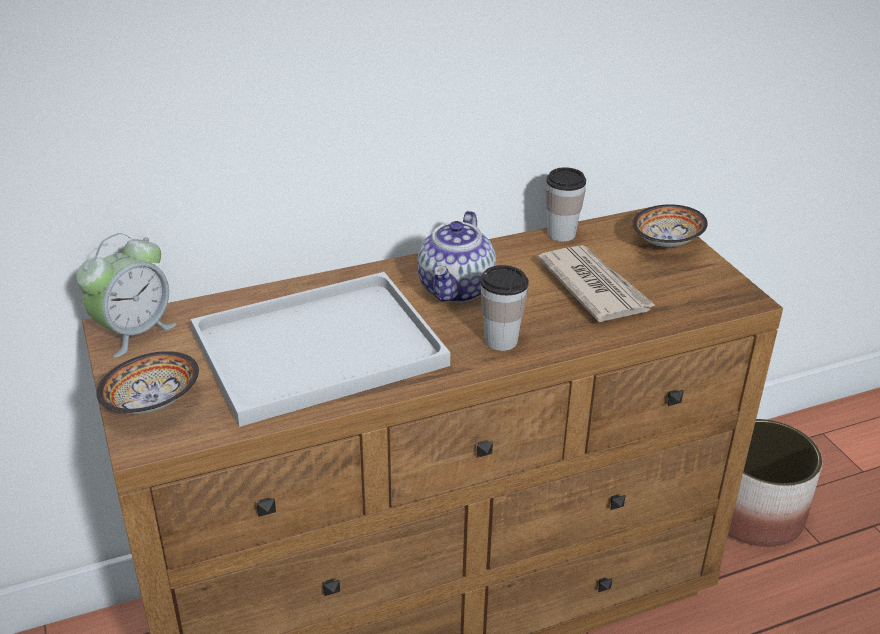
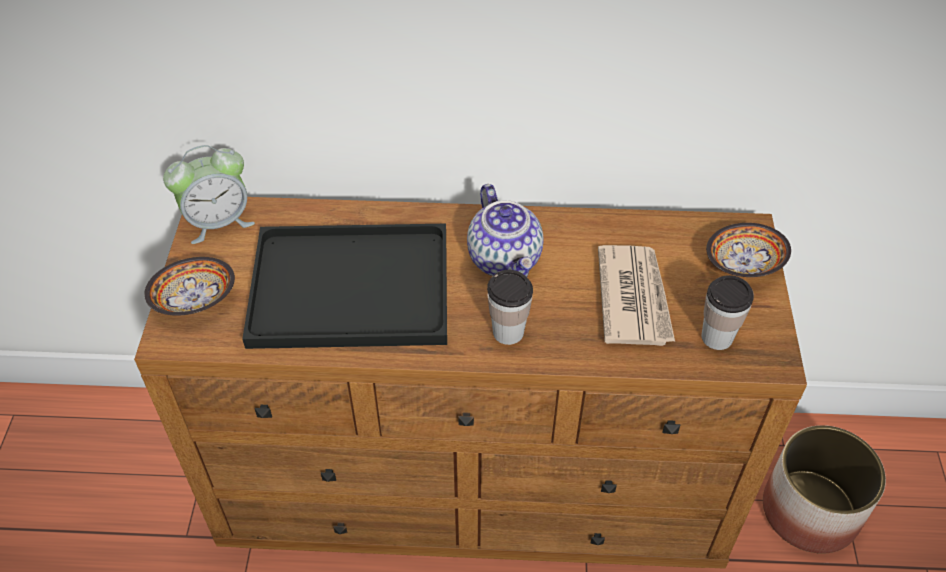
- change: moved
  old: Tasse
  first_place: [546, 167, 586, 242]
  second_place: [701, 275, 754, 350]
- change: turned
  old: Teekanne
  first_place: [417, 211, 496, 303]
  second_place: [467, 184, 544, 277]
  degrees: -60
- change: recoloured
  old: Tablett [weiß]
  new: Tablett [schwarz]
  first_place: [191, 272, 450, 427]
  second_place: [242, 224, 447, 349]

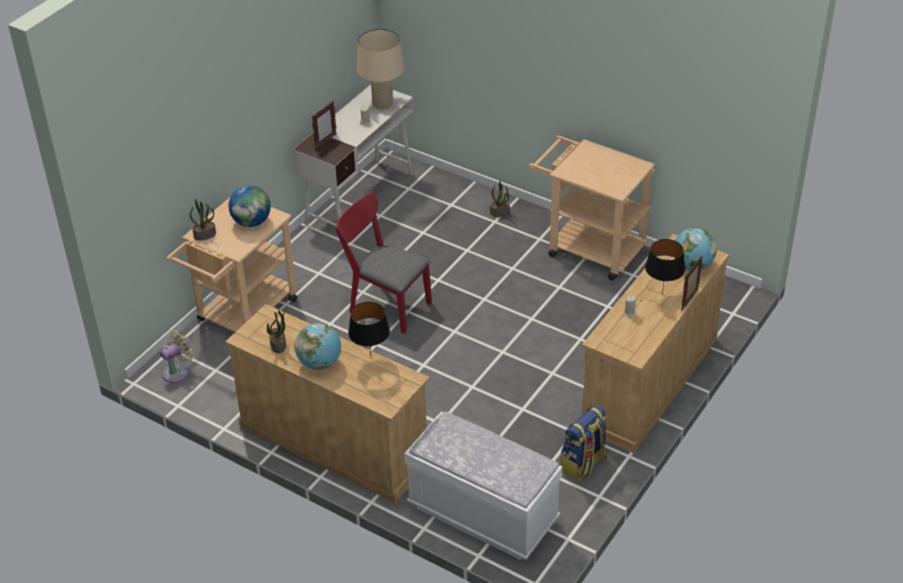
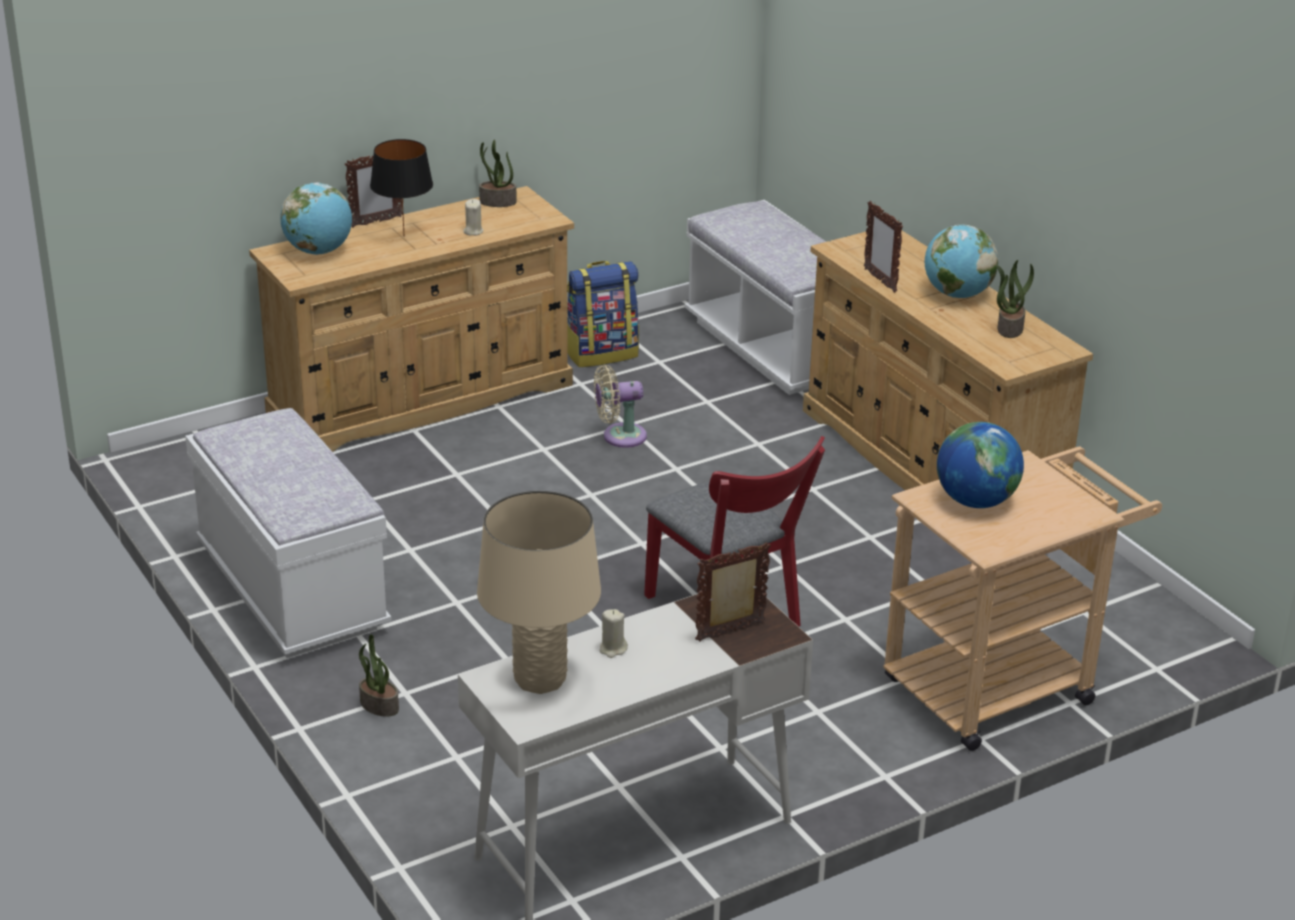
- change: replaced
  old: Rollwagen [beige]
  new: Bank [weiß]
  first_place: [528, 136, 656, 280]
  second_place: [185, 408, 392, 658]
- change: moved
  old: Topfpflanze
  first_place: [190, 199, 216, 240]
  second_place: [479, 139, 517, 207]
- change: replaced
  old: Tischlampe [schwarz]
  new: Bilderrahmen
  first_place: [348, 302, 390, 354]
  second_place: [864, 201, 903, 293]
- change: moved
  old: Ventilator [beige]
  first_place: [160, 330, 193, 383]
  second_place: [594, 365, 647, 448]

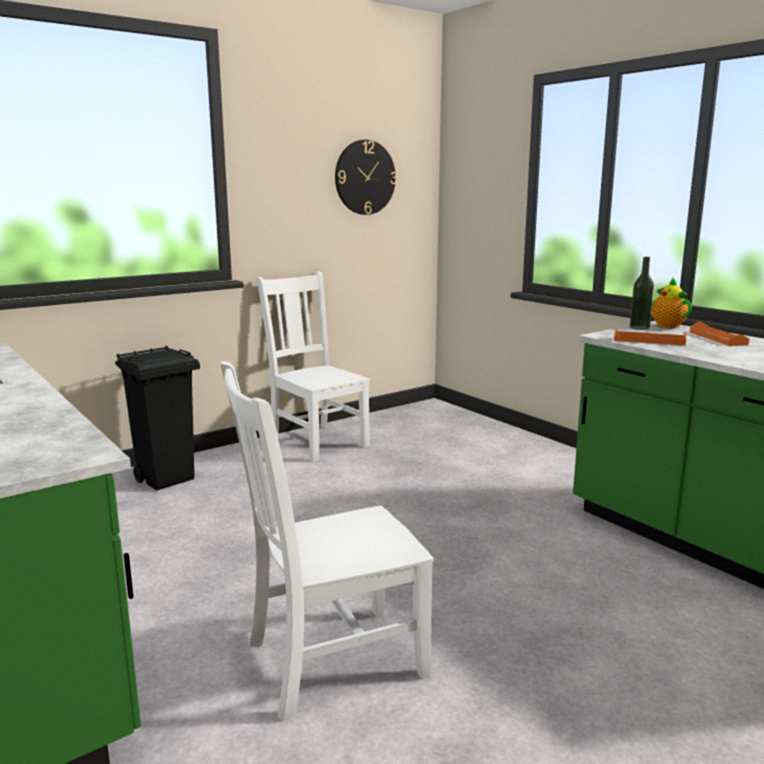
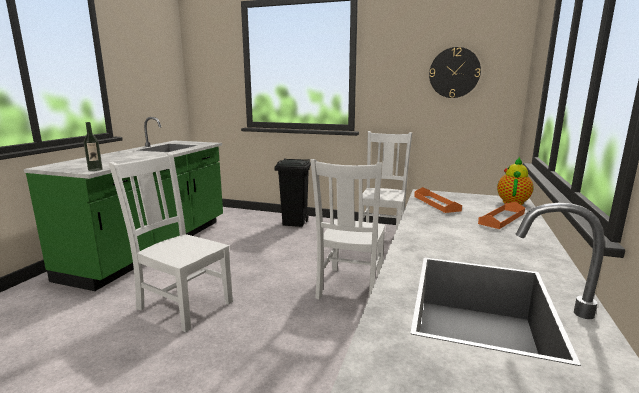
- change: moved
  old: Flasche
  first_place: [630, 257, 654, 330]
  second_place: [84, 122, 103, 171]
- change: added
  new: Stuhl [weiß]
  second_place: [310, 159, 385, 299]

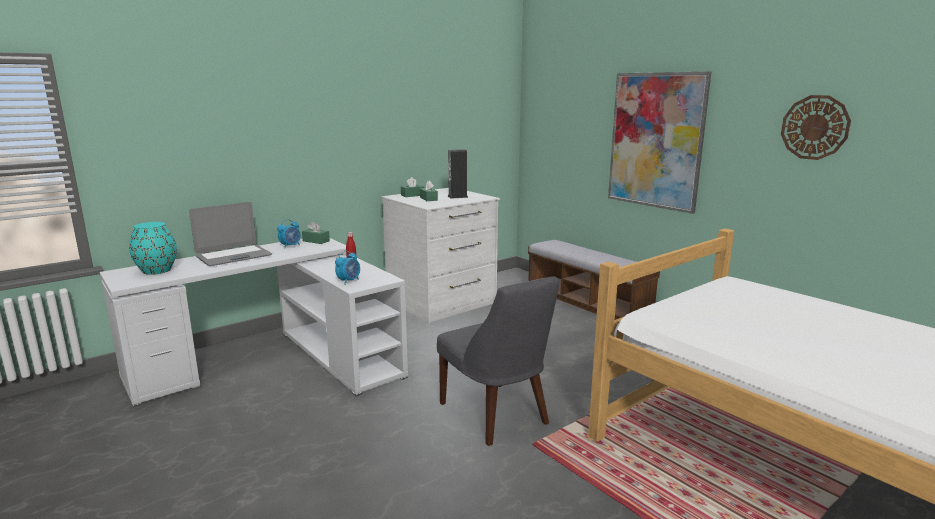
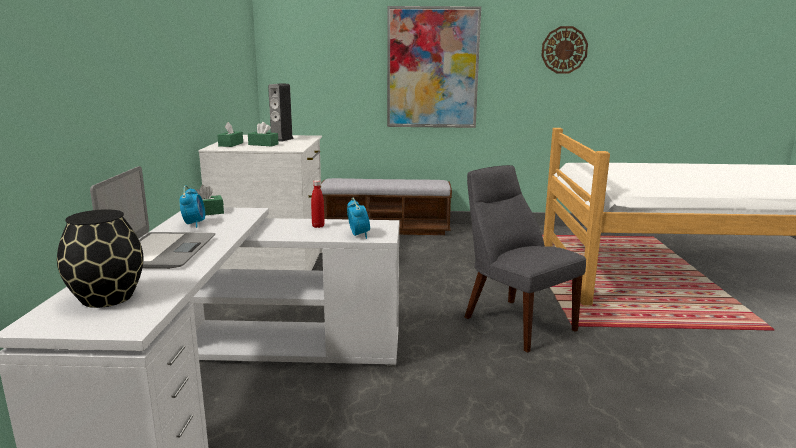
- change: recoloured
  old: Vase [türkis]
  new: Vase [schwarz]
  first_place: [129, 222, 177, 275]
  second_place: [57, 209, 143, 308]
- change: turned
  old: Stuhl [grau]
  first_place: [437, 276, 559, 446]
  second_place: [465, 165, 586, 352]
  degrees: -135

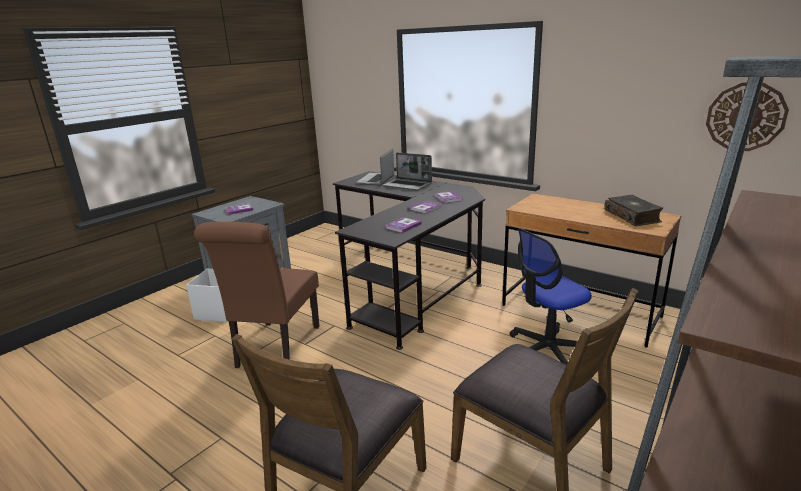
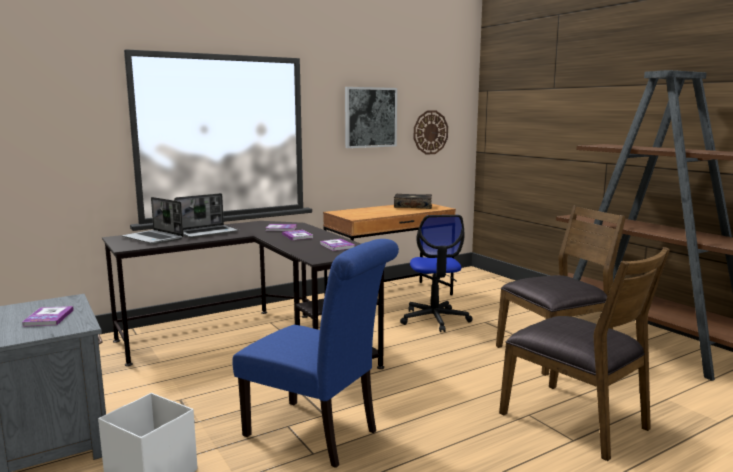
- change: recoloured
  old: Stuhl [braun]
  new: Stuhl [blau]
  first_place: [194, 222, 319, 368]
  second_place: [232, 239, 399, 468]
- change: added
  new: Bild
  second_place: [345, 87, 397, 148]

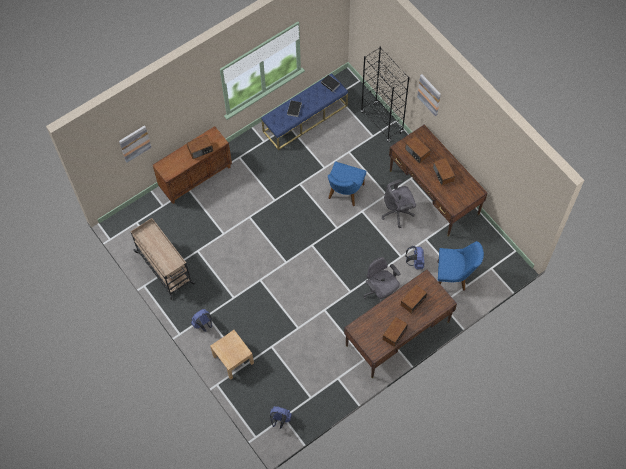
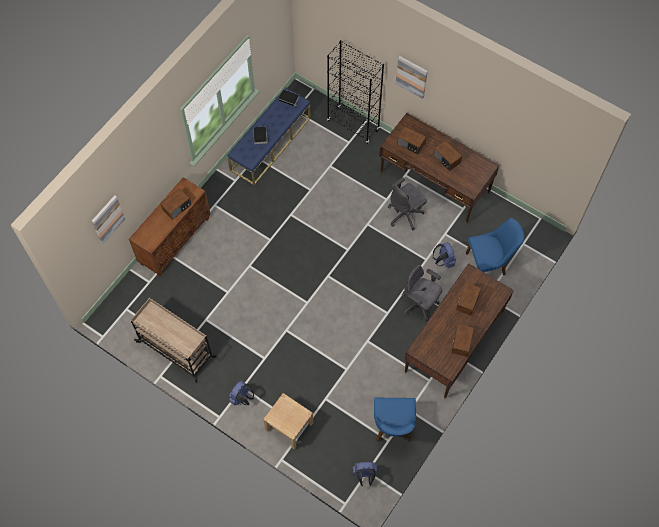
- change: moved
  old: Stuhl [blau]
  first_place: [328, 161, 366, 206]
  second_place: [374, 398, 416, 442]

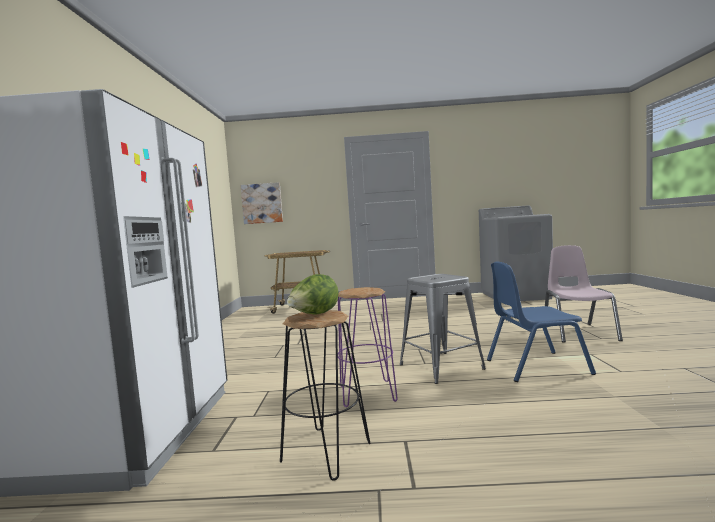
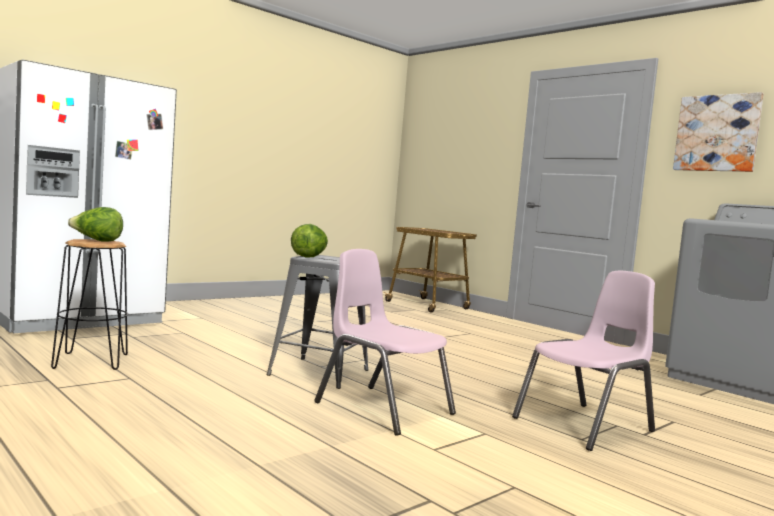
- change: moved
  old: Bild
  first_place: [241, 182, 283, 224]
  second_place: [673, 92, 764, 172]
- change: recoloured
  old: Stuhl [blau]
  new: Stuhl [rosa]
  first_place: [487, 262, 596, 382]
  second_place: [314, 249, 456, 436]
- change: removed
  old: Hocker [lila]
  first_place: [338, 287, 398, 407]
- change: added
  new: Salatkopf
  second_place: [291, 224, 328, 257]

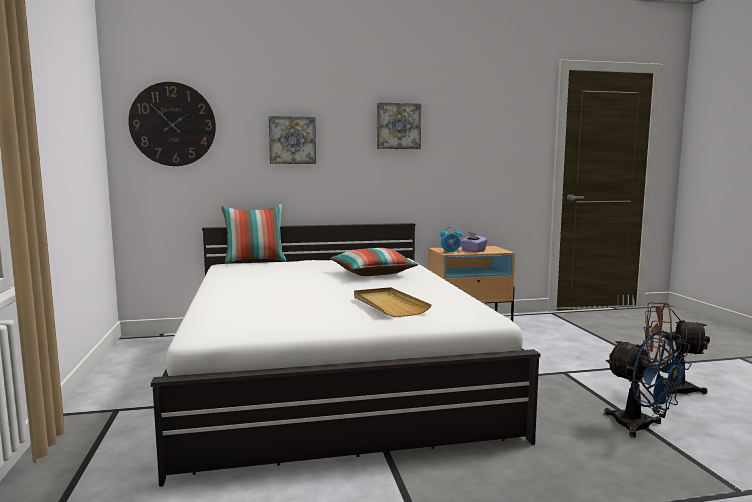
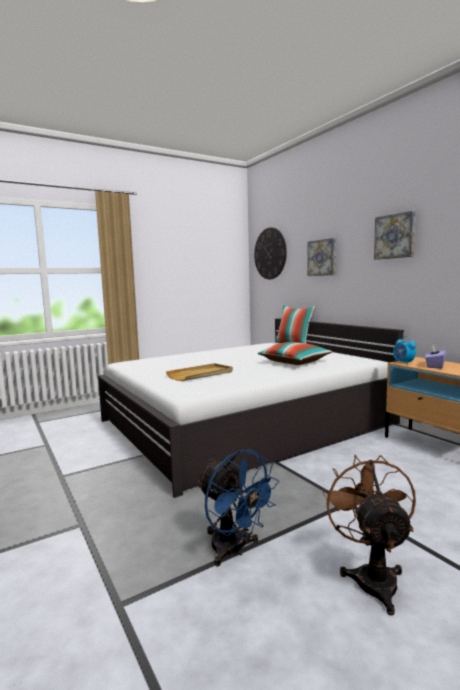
- change: turned
  old: Ventilator [blau]
  first_place: [604, 330, 692, 438]
  second_place: [197, 450, 279, 566]
  degrees: -75

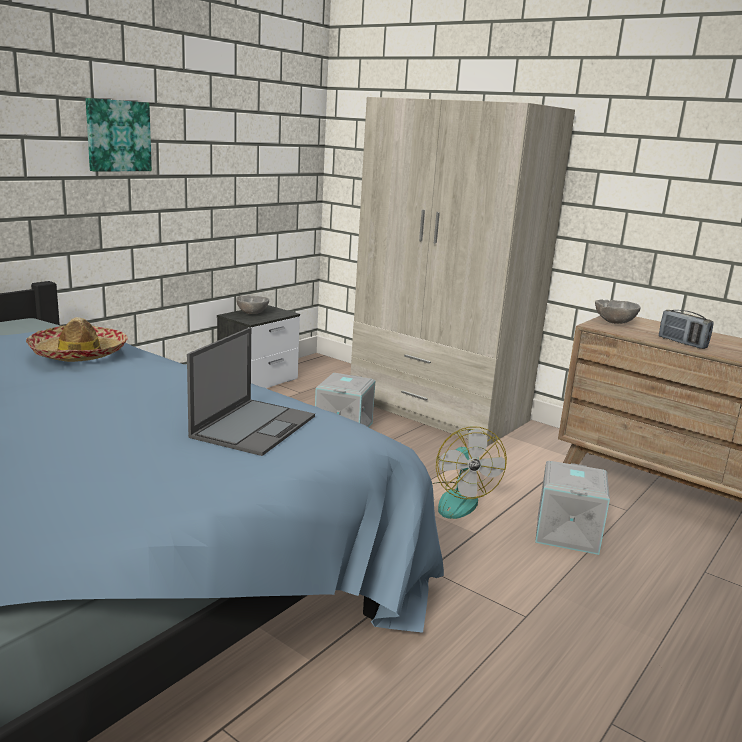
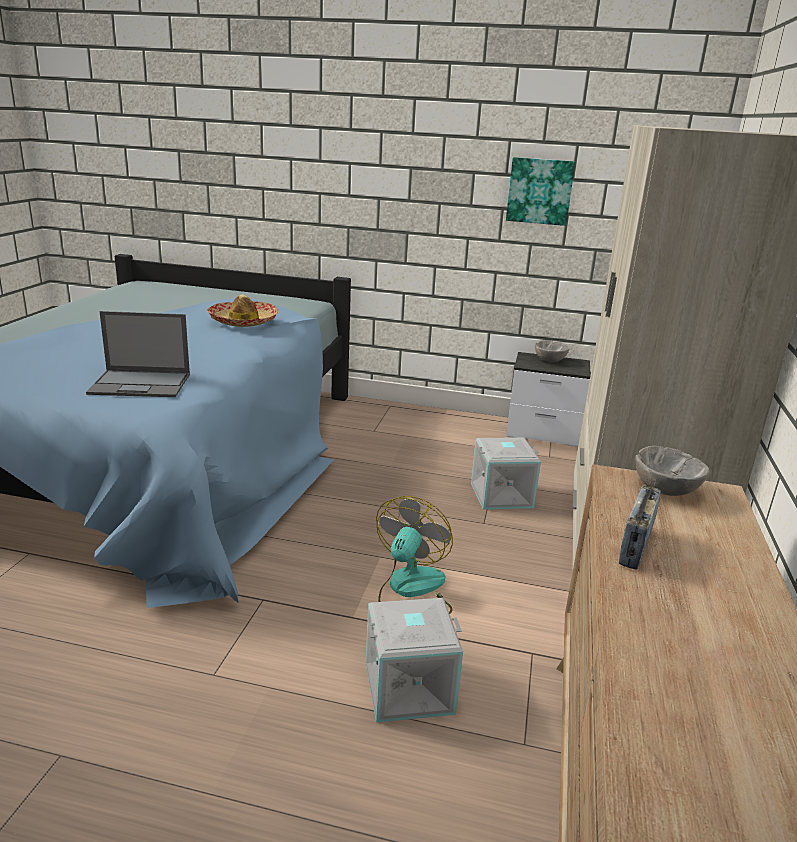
- change: moved
  old: Bild
  first_place: [86, 98, 152, 172]
  second_place: [506, 157, 575, 226]
- change: turned
  old: Ventilator
  first_place: [432, 427, 507, 519]
  second_place: [376, 496, 453, 614]
  degrees: 150

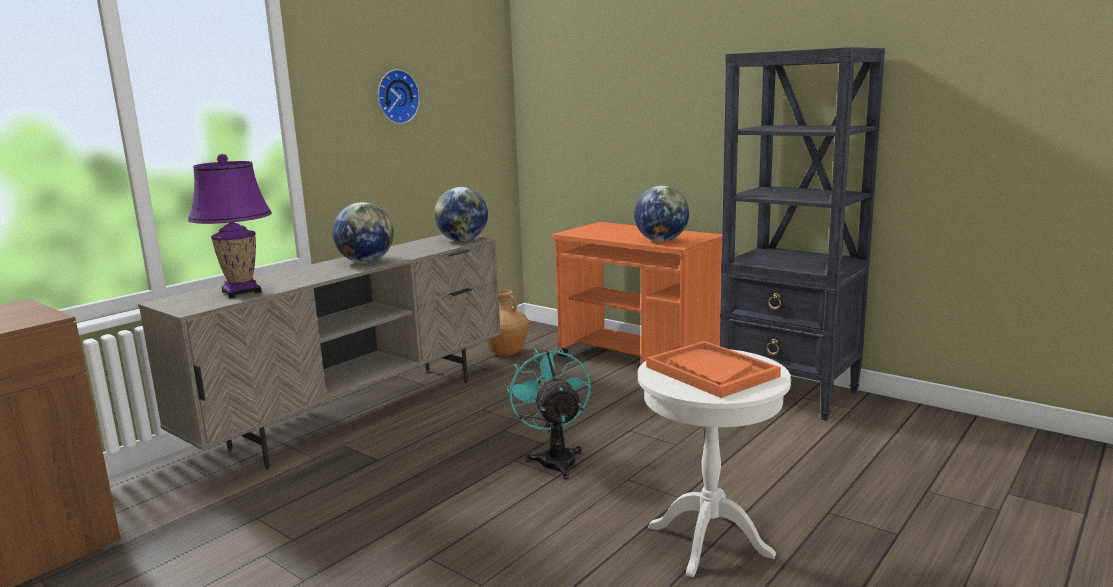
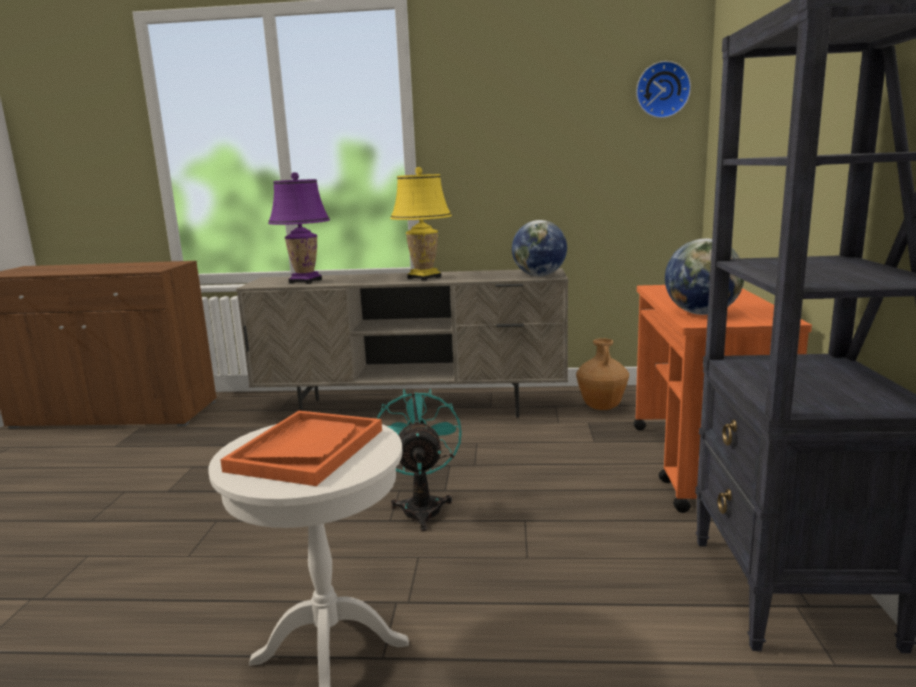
- change: moved
  old: Wanduhr
  first_place: [378, 69, 420, 124]
  second_place: [636, 61, 691, 118]
- change: replaced
  old: Globus
  new: Tischlampe [gelb]
  first_place: [332, 202, 394, 263]
  second_place: [390, 167, 452, 281]
- change: turned
  old: Ventilator [türkis]
  first_place: [506, 347, 591, 479]
  second_place: [377, 389, 462, 531]
  degrees: -45

